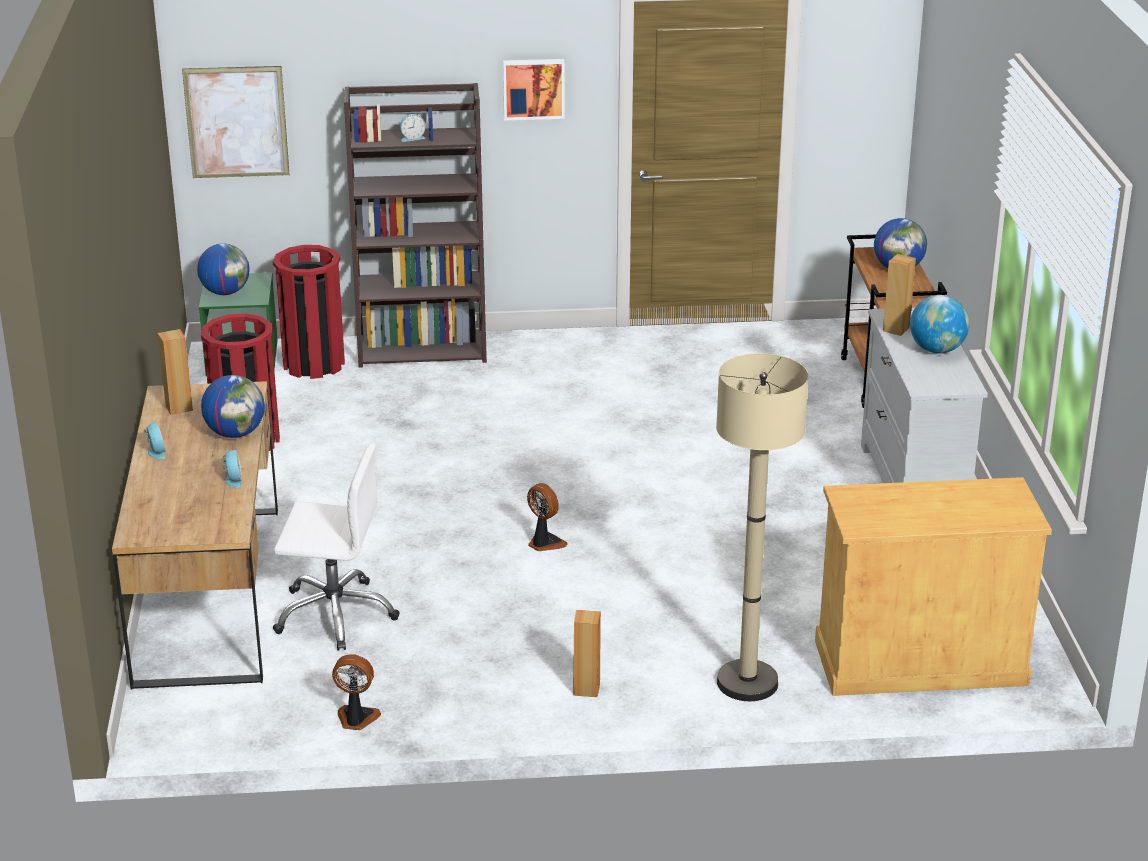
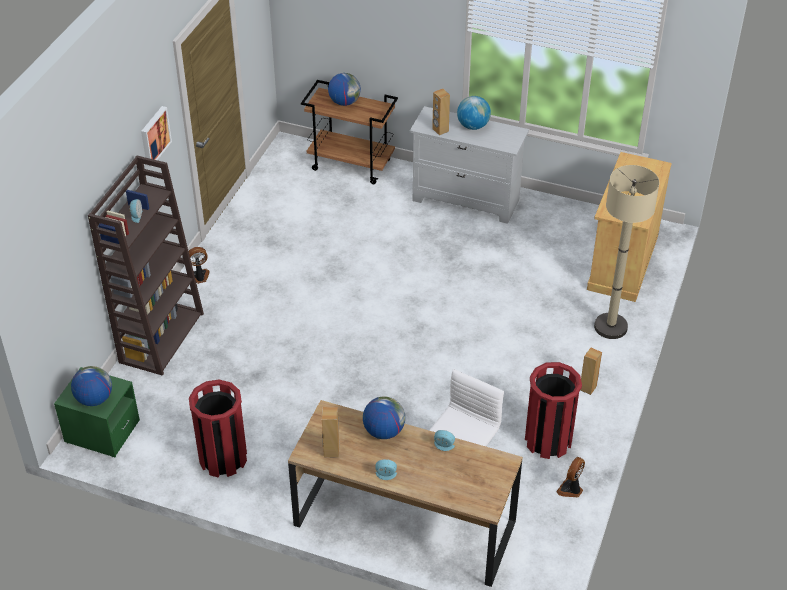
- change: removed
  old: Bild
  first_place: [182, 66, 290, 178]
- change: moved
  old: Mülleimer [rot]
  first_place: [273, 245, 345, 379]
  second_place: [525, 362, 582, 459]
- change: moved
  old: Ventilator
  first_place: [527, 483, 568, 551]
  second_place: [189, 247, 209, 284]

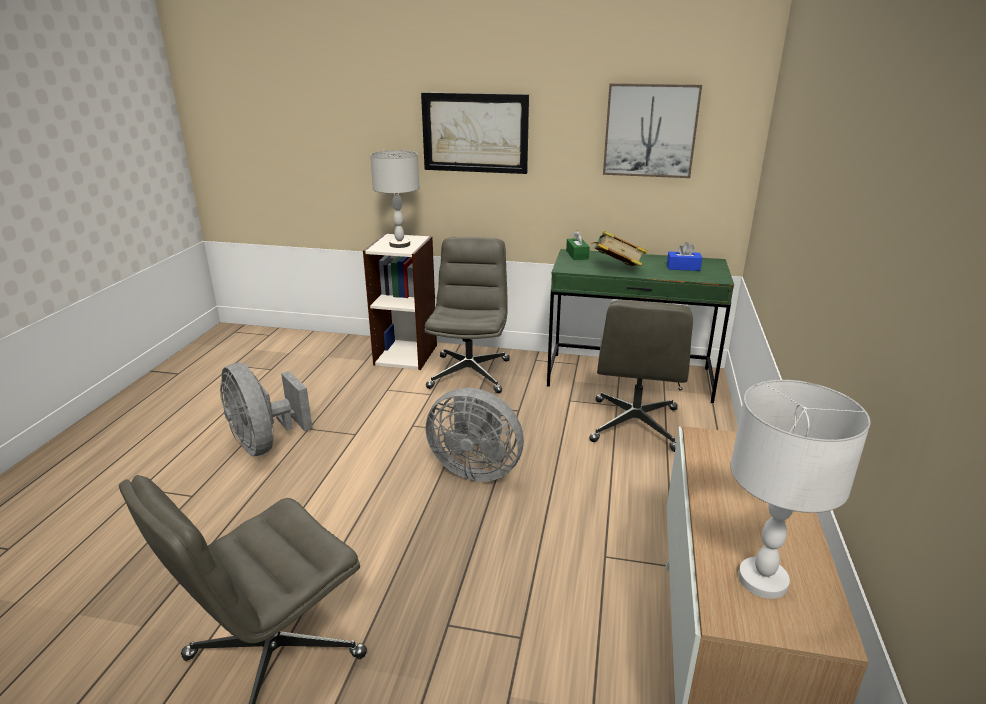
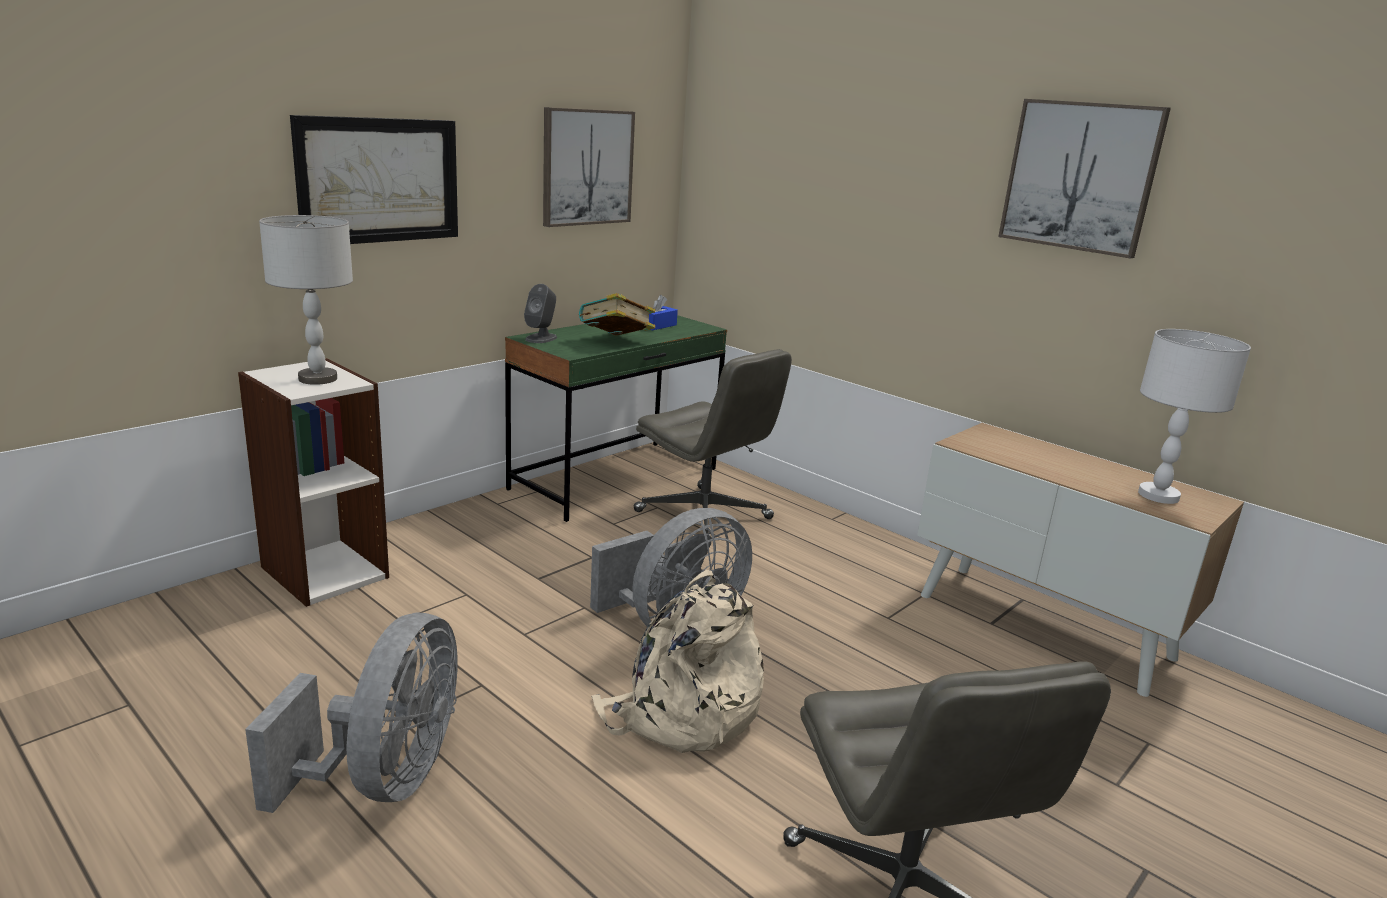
- change: replaced
  old: Taschentuchbox [grün]
  new: Lautsprecher [grau]
  first_place: [566, 230, 590, 260]
  second_place: [524, 284, 557, 343]
- change: removed
  old: Bürostuhl [grau]
  first_place: [425, 237, 510, 393]
- change: turned
  old: Ventilator [grau]
  first_place: [220, 363, 313, 456]
  second_place: [245, 613, 458, 813]
  degrees: -75
- change: added
  new: Bild
  second_place: [998, 99, 1171, 259]
- change: added
  new: Rucksack [beige]
  second_place: [591, 570, 764, 753]

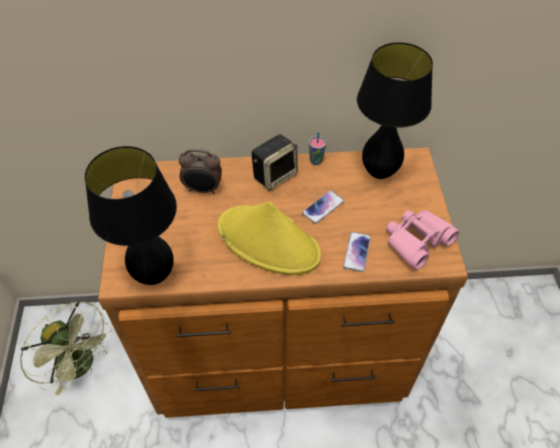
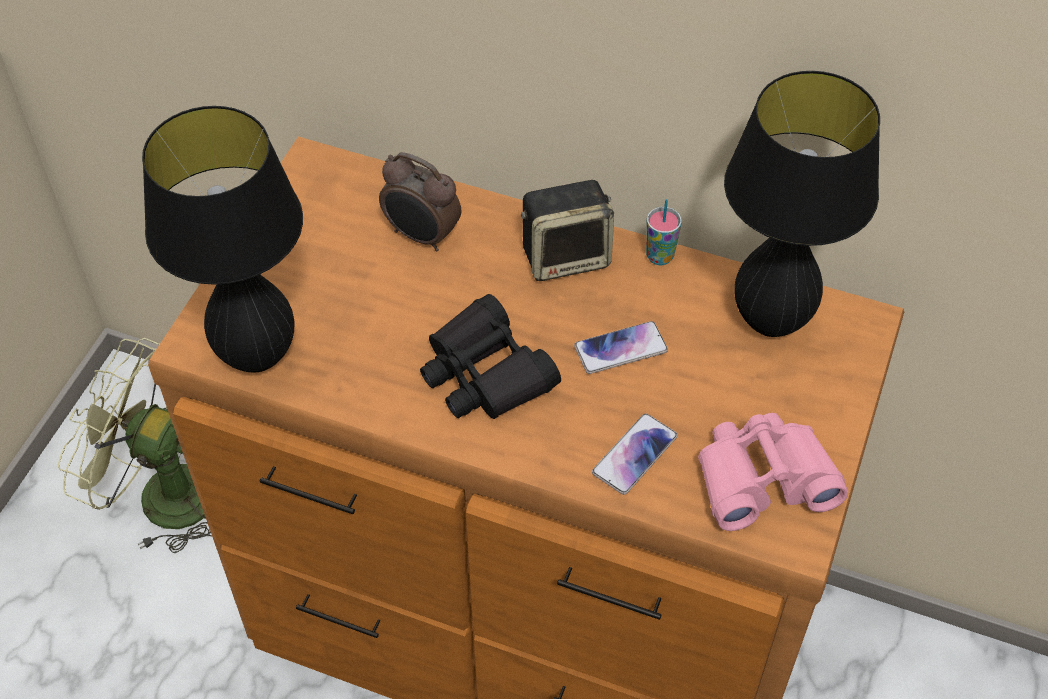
- change: replaced
  old: Hut [gelb]
  new: Fernglas [schwarz]
  first_place: [218, 201, 321, 275]
  second_place: [420, 294, 561, 419]
- change: turned
  old: Ventilator [grün]
  first_place: [20, 301, 112, 395]
  second_place: [58, 338, 212, 553]
  degrees: 135

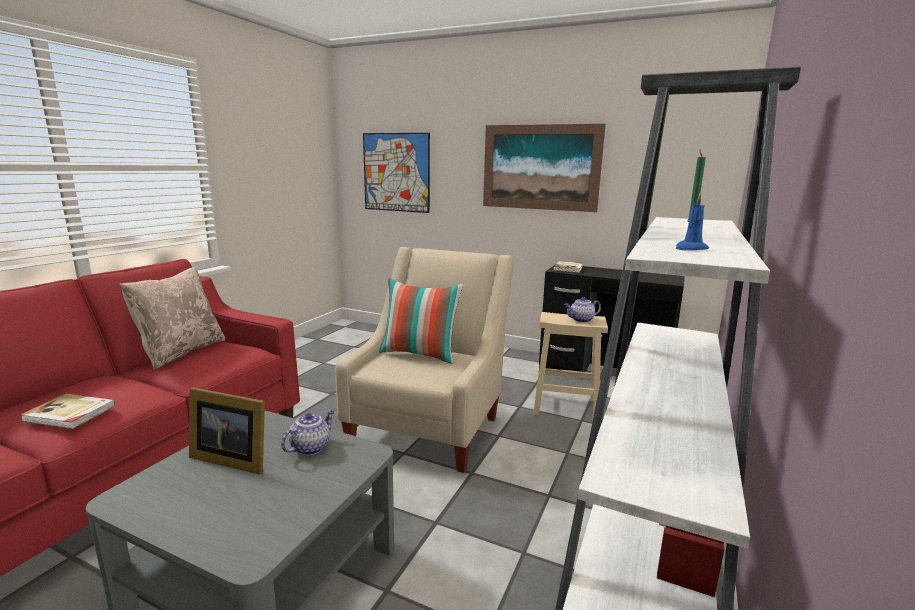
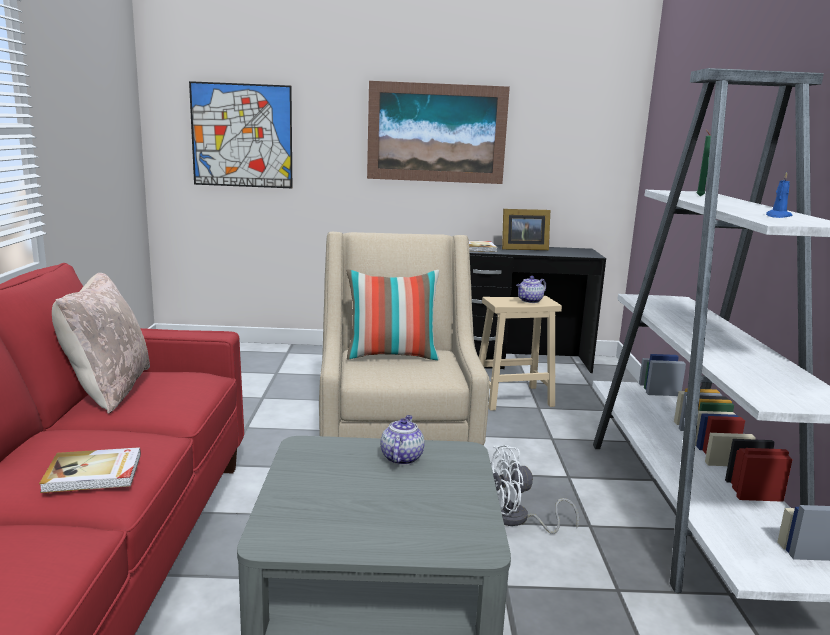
- change: moved
  old: Bilderrahmen
  first_place: [189, 387, 265, 475]
  second_place: [502, 209, 550, 250]
- change: added
  new: Ventilator [weiß]
  second_place: [491, 445, 579, 534]

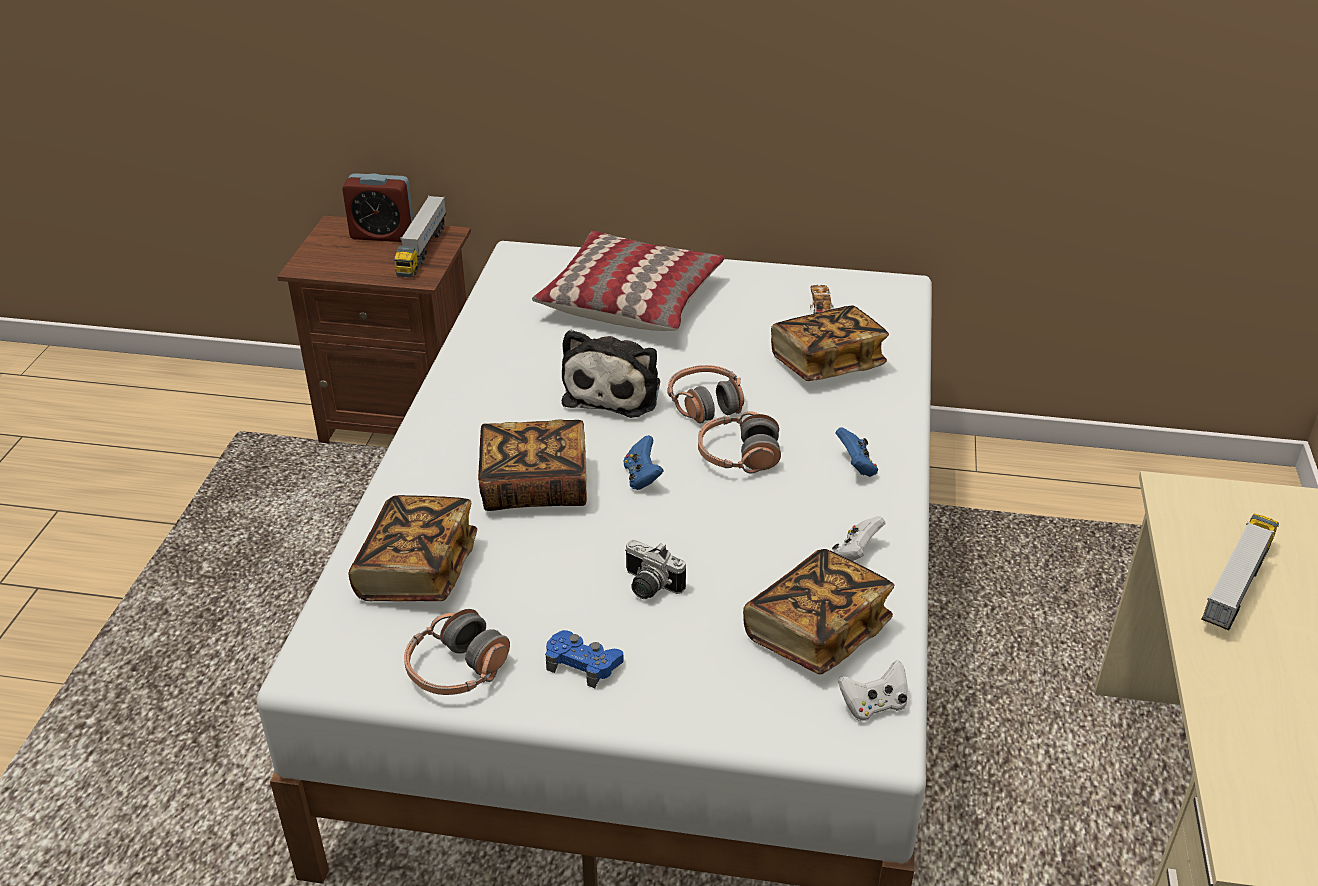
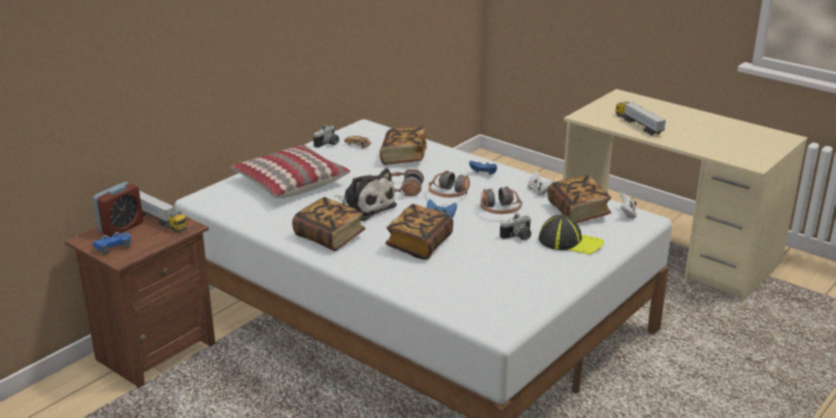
- change: moved
  old: Buch
  first_place: [349, 495, 477, 601]
  second_place: [292, 197, 366, 251]
- change: moved
  old: Kopfhörer
  first_place: [404, 609, 510, 695]
  second_place: [480, 186, 522, 214]
- change: moved
  old: Gamepad [blau]
  first_place: [545, 630, 623, 688]
  second_place: [93, 232, 131, 255]
- change: added
  new: Kamera
  second_place: [313, 125, 339, 148]
- change: added
  new: Kappe
  second_place: [539, 215, 604, 255]

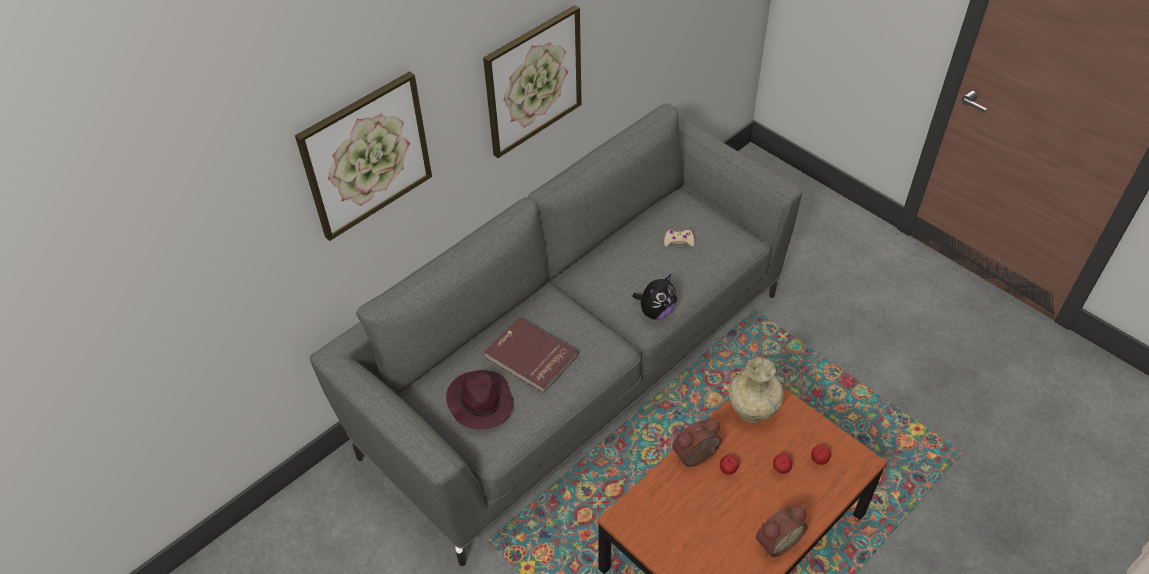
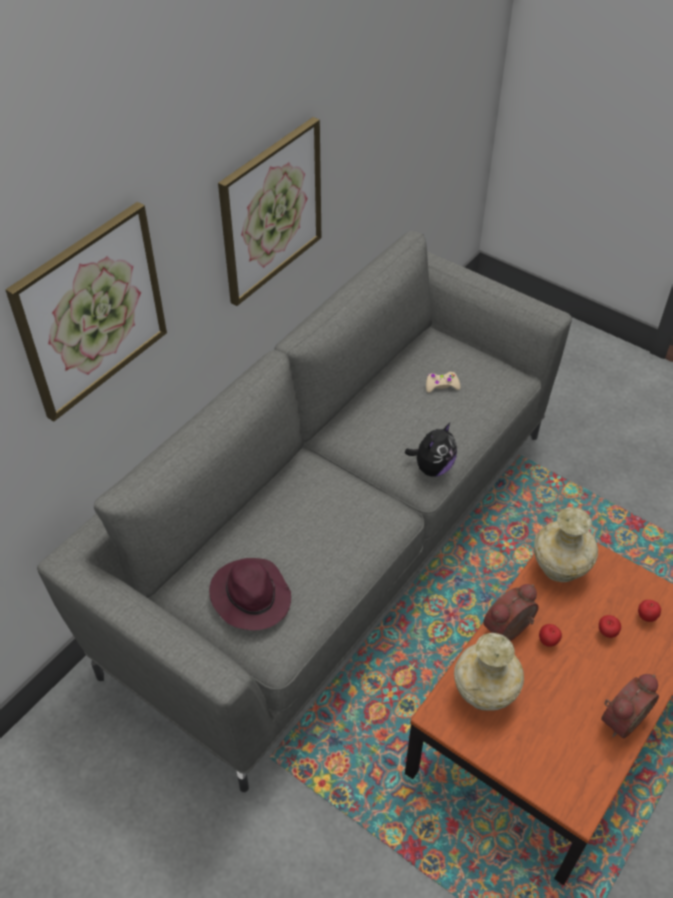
- change: removed
  old: Buch [rot]
  first_place: [484, 317, 578, 393]
- change: added
  new: Vase [beige]
  second_place: [454, 633, 524, 711]

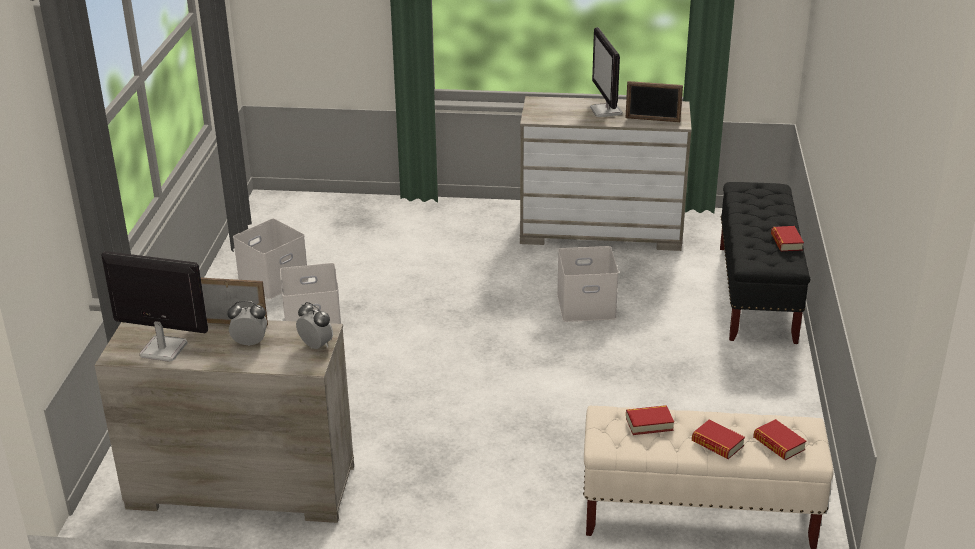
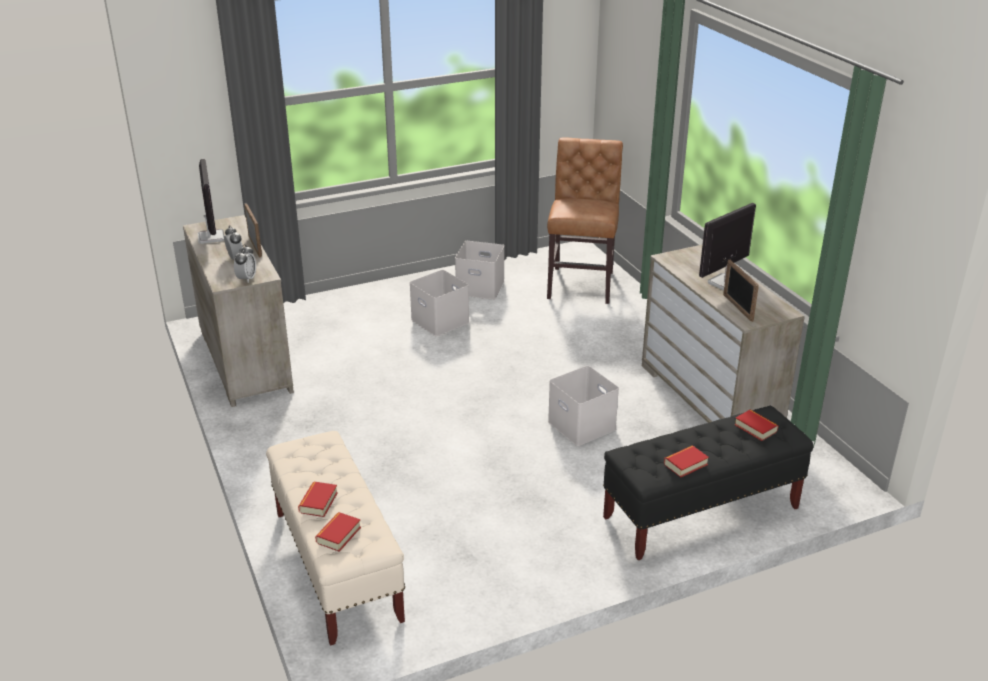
- change: moved
  old: Buch
  first_place: [626, 405, 674, 435]
  second_place: [735, 410, 778, 441]
- change: added
  new: Stuhl [braun]
  second_place: [547, 137, 623, 304]

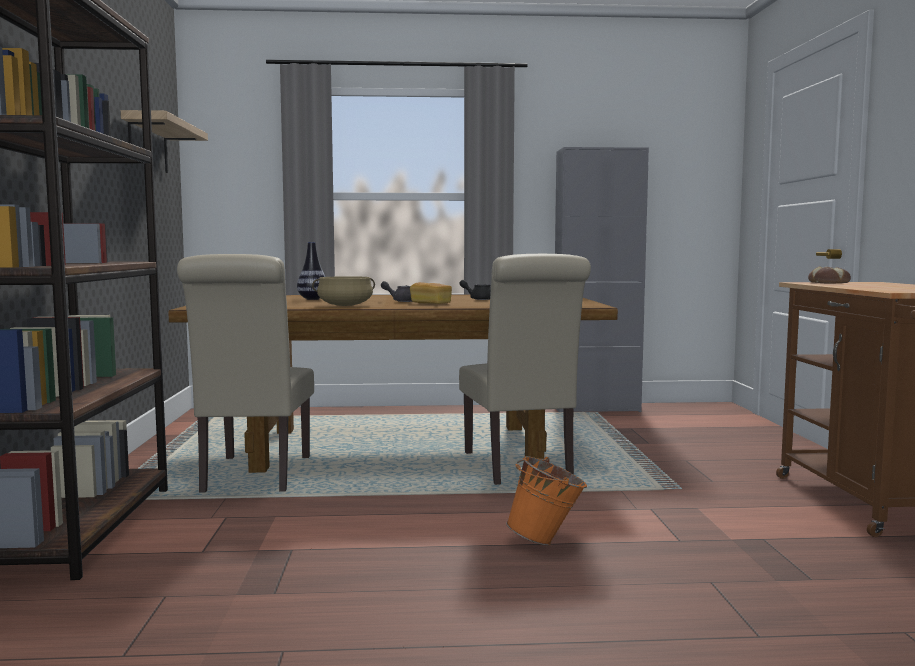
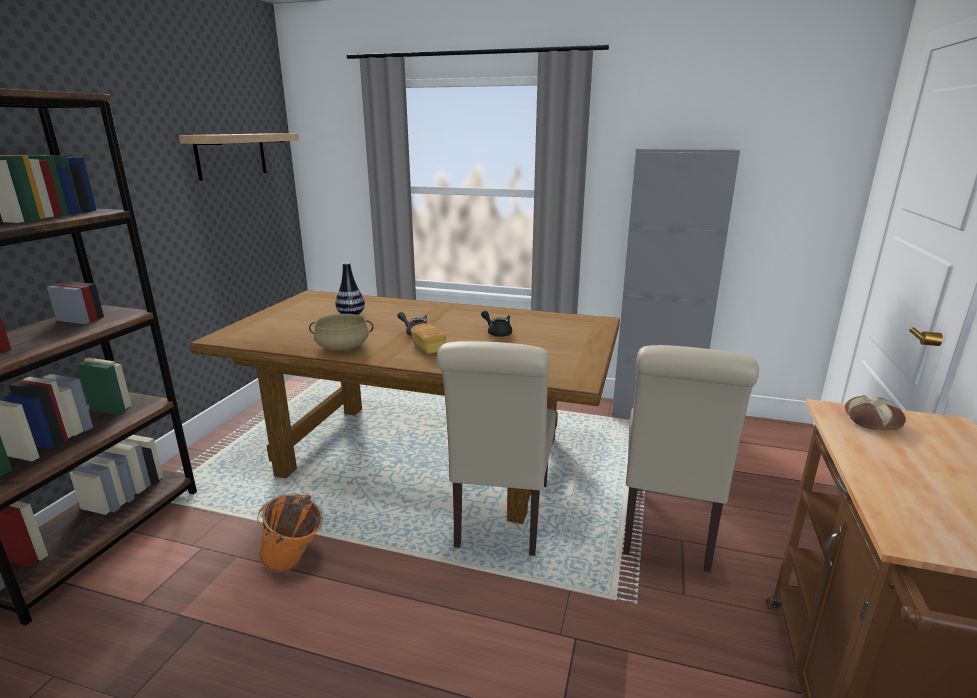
- change: moved
  old: Stuhl [beige]
  first_place: [177, 254, 314, 493]
  second_place: [623, 345, 759, 572]
- change: moved
  old: Eimer [orange]
  first_place: [506, 456, 587, 545]
  second_place: [257, 494, 323, 572]

